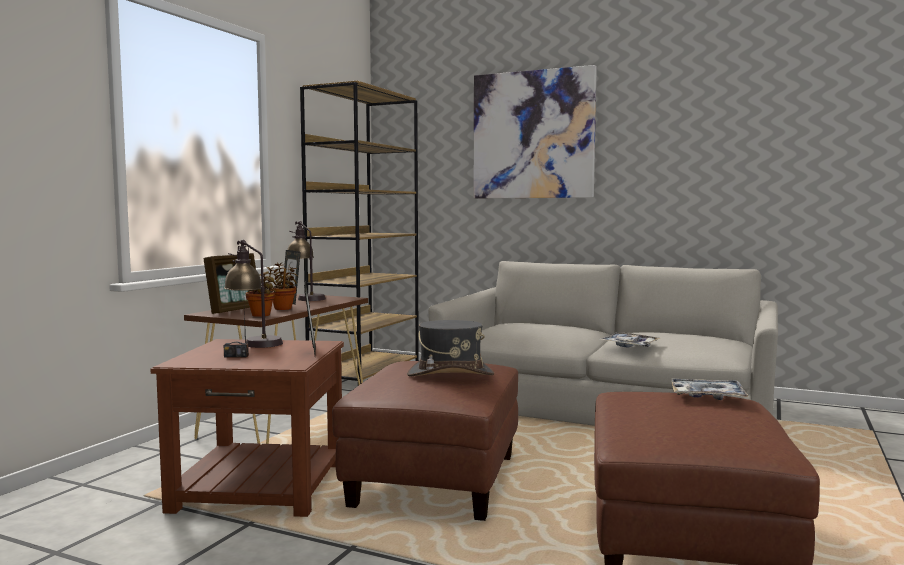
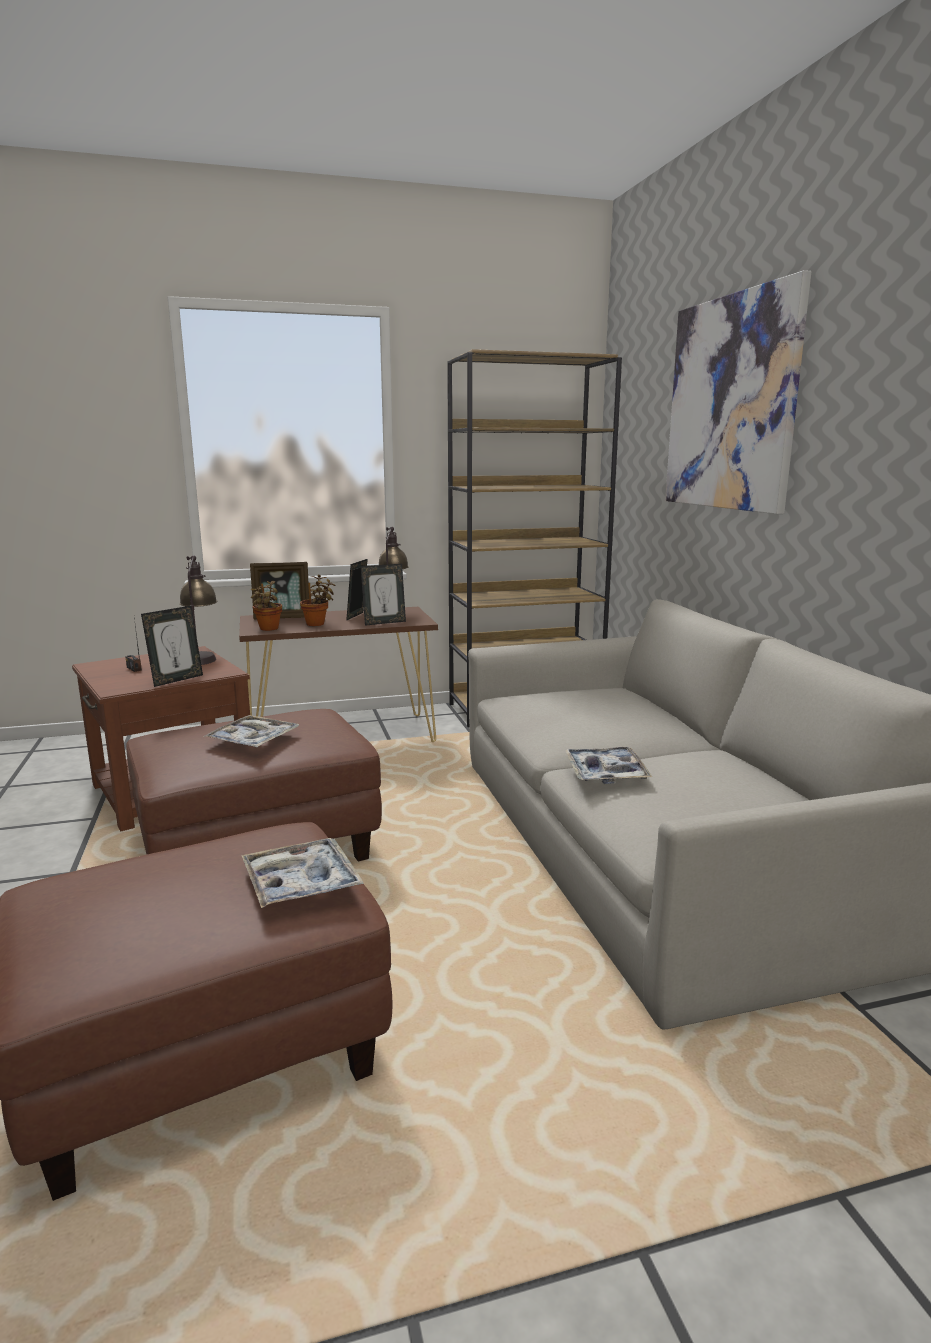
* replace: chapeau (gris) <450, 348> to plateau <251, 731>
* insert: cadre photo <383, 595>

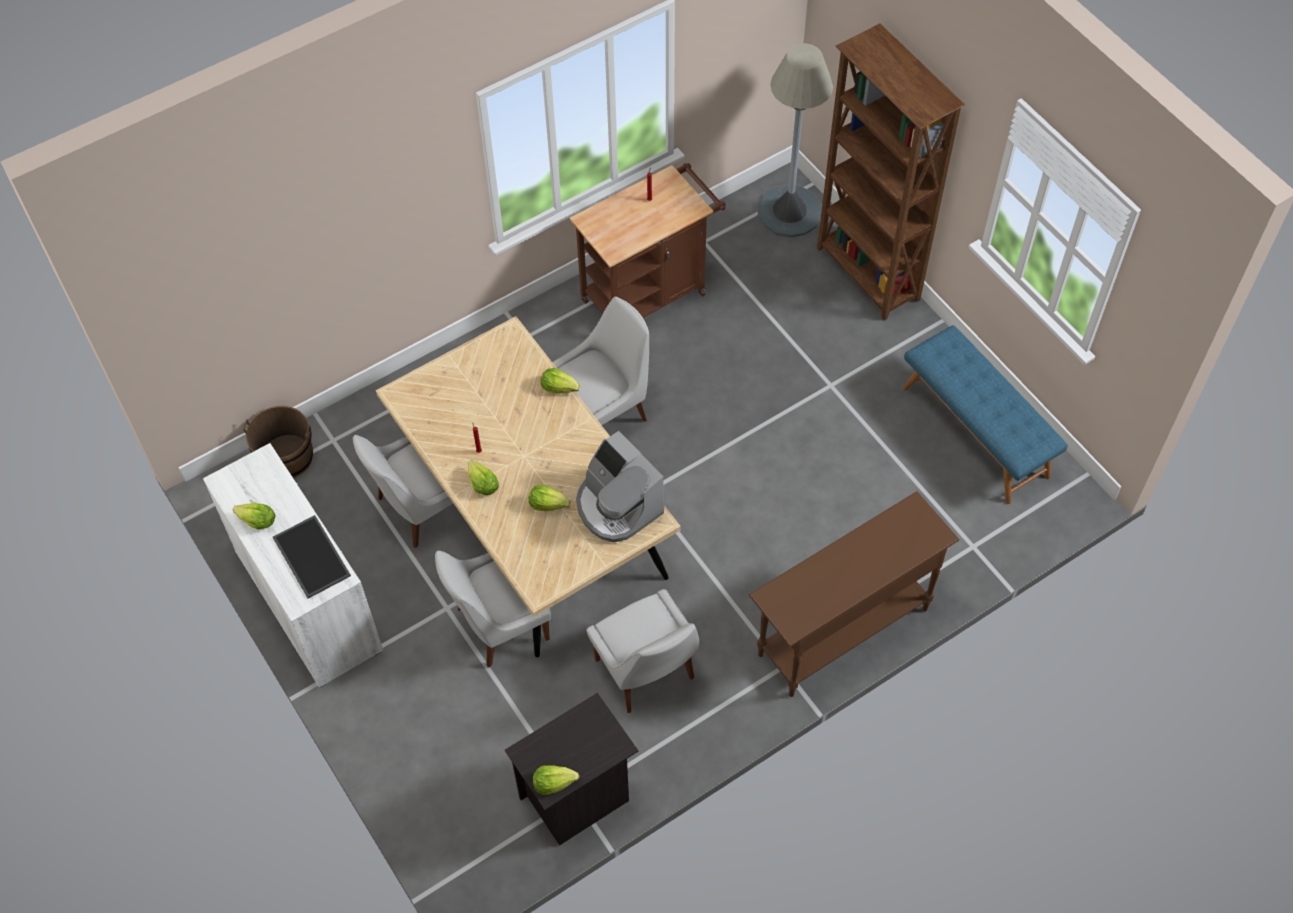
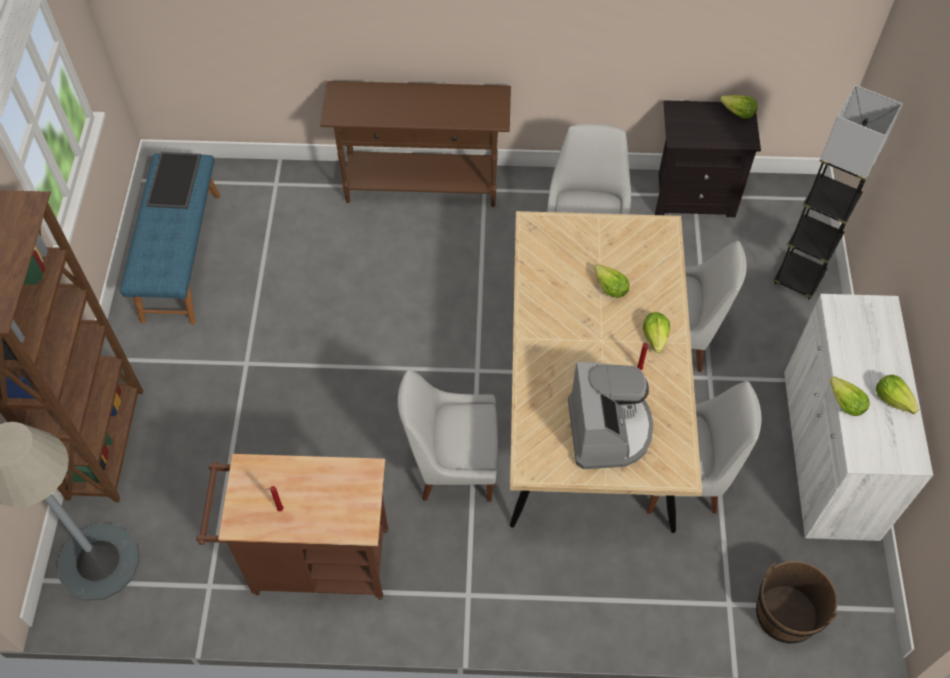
* move: laitue <560, 381> to <850, 396>
* move: machine à café <620, 487> to <610, 415>
* move: plateau <312, 557> to <173, 180>
* insert: lampadaire (gris) <838, 192>

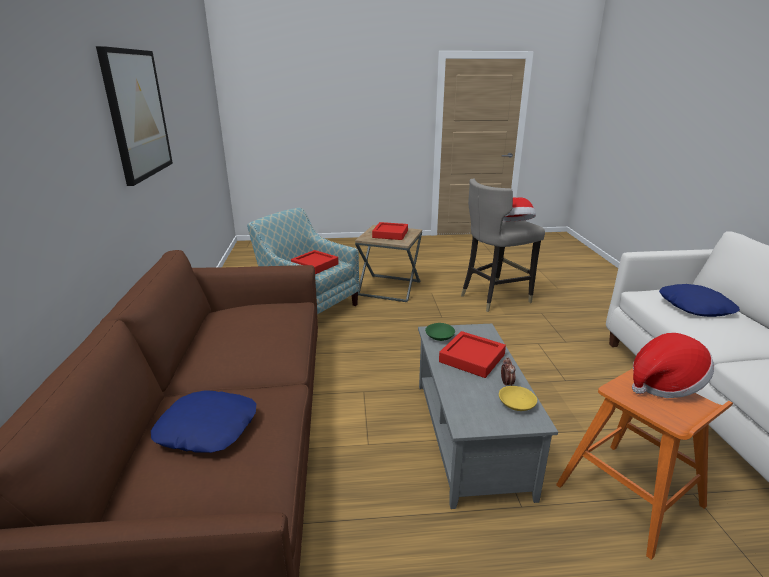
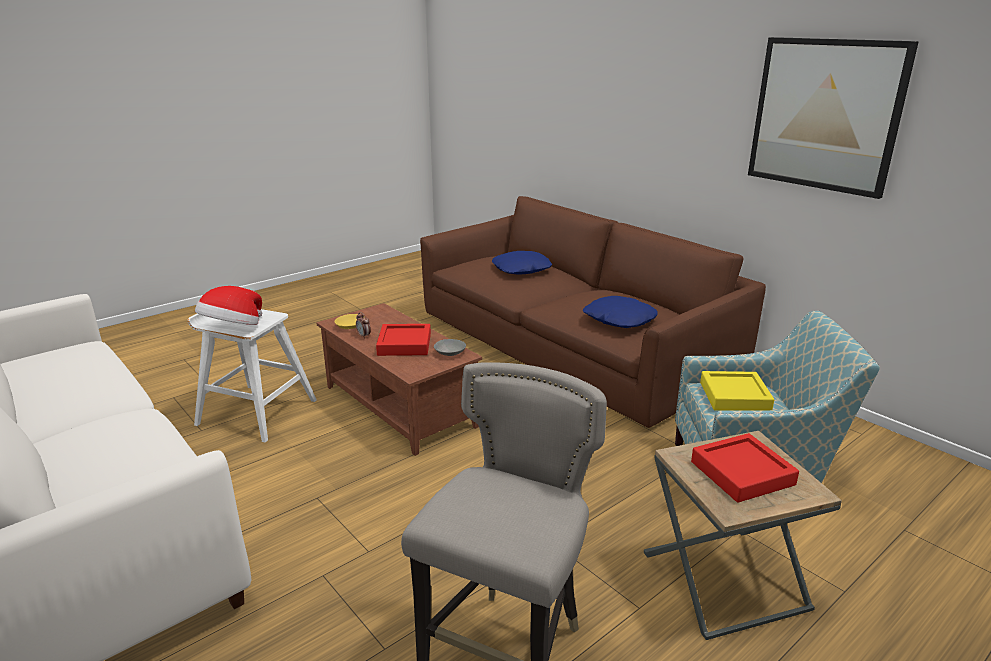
* delete: chapeau <519, 209>
* recolor: plateau (rouge) <314, 262> to plateau (jaune) <737, 391>
* move: coussin (bleu) <699, 300> to <620, 312>
* recolor: bol (vert) <440, 332> to bol (gris) <450, 347>
* recolor: table basse (gris) <488, 416> to table basse (marron) <399, 379>
* recolor: tabouret (orange) <644, 464> to tabouret (blanc) <252, 376>

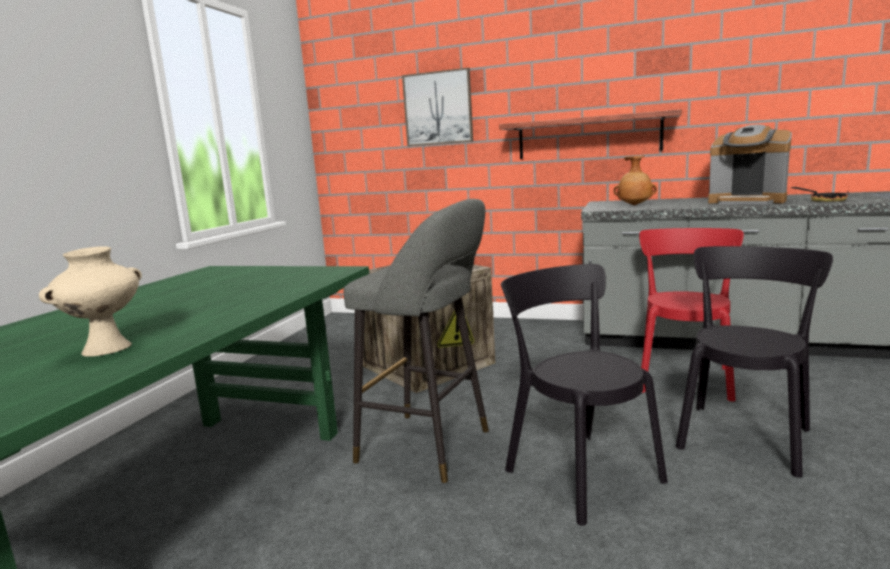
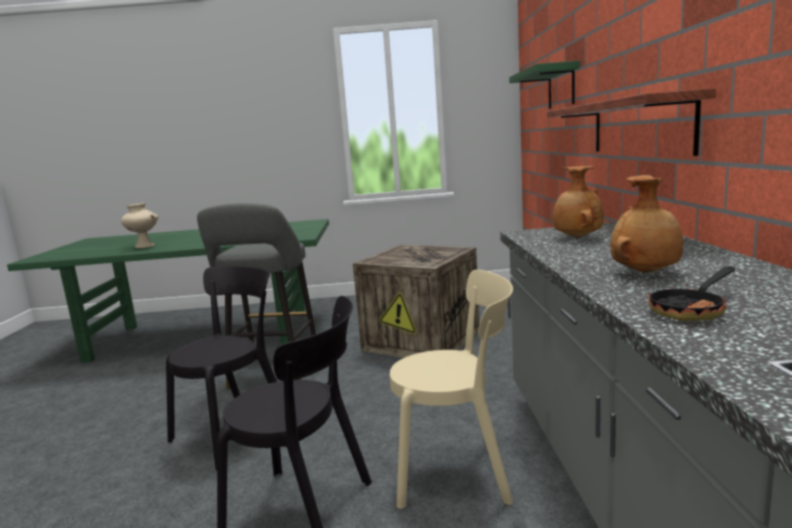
* replace: tableau <437, 107> to étagère (vert) <544, 85>
* replace: machine à café <750, 164> to vase (marron) <646, 224>
* recolor: chaise (rouge) <691, 315> to chaise (beige) <451, 389>

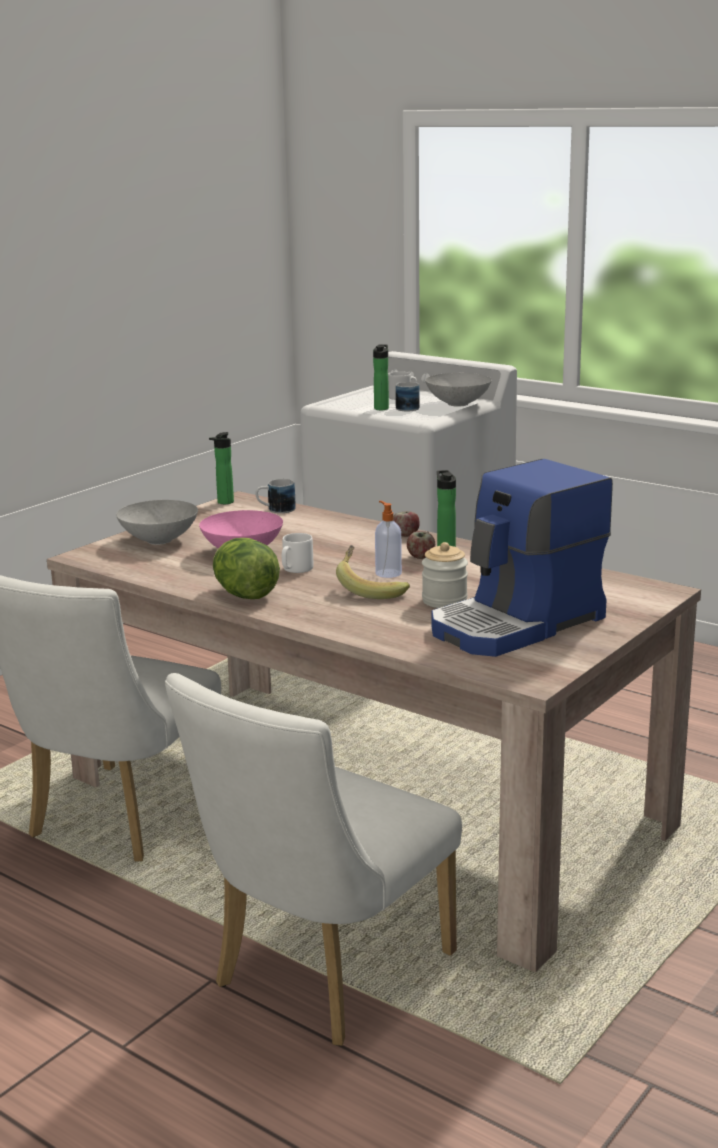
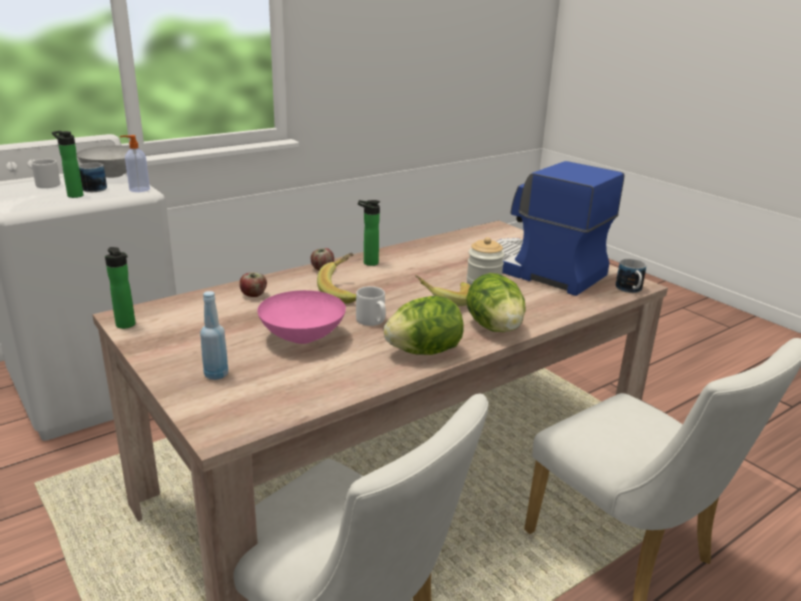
* rotate: machine à café <522, 558> = <560, 228> 150 degrees clockwise
* move: mug <275, 496> to <630, 276>
* replace: bol (gris) <157, 522> to bouteille (bleu) <214, 335>
* move: distributeur de savon <388, 539> to <135, 163>
* move: pomme <421, 545> to <253, 284>
* insert: banane <336, 278>
* insert: laitue <496, 302>

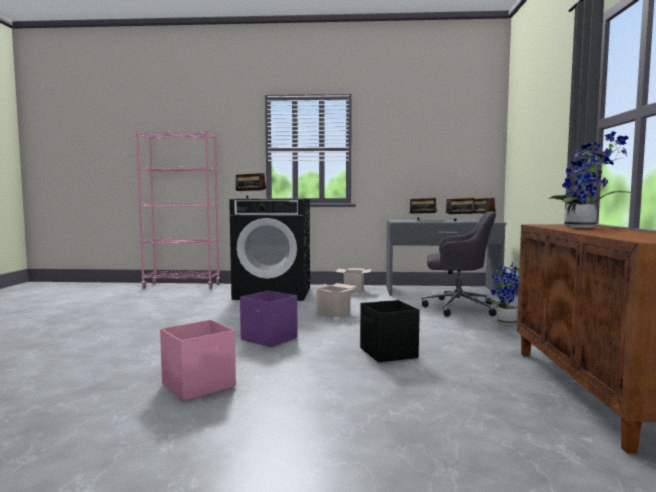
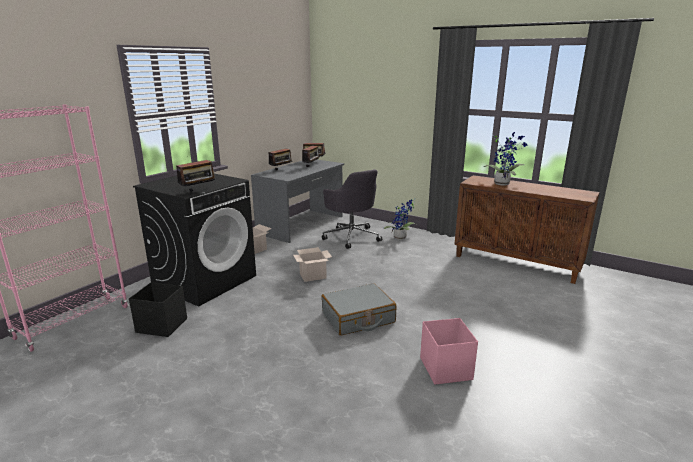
* rotate: chaise de bureau (gris) <459, 264> = <352, 209> 105 degrees clockwise
* replace: boîte de rangement (violet) <269, 319> to valise (gris) <359, 309>
* move: boîte de rangement (noir) <390, 331> to <158, 309>

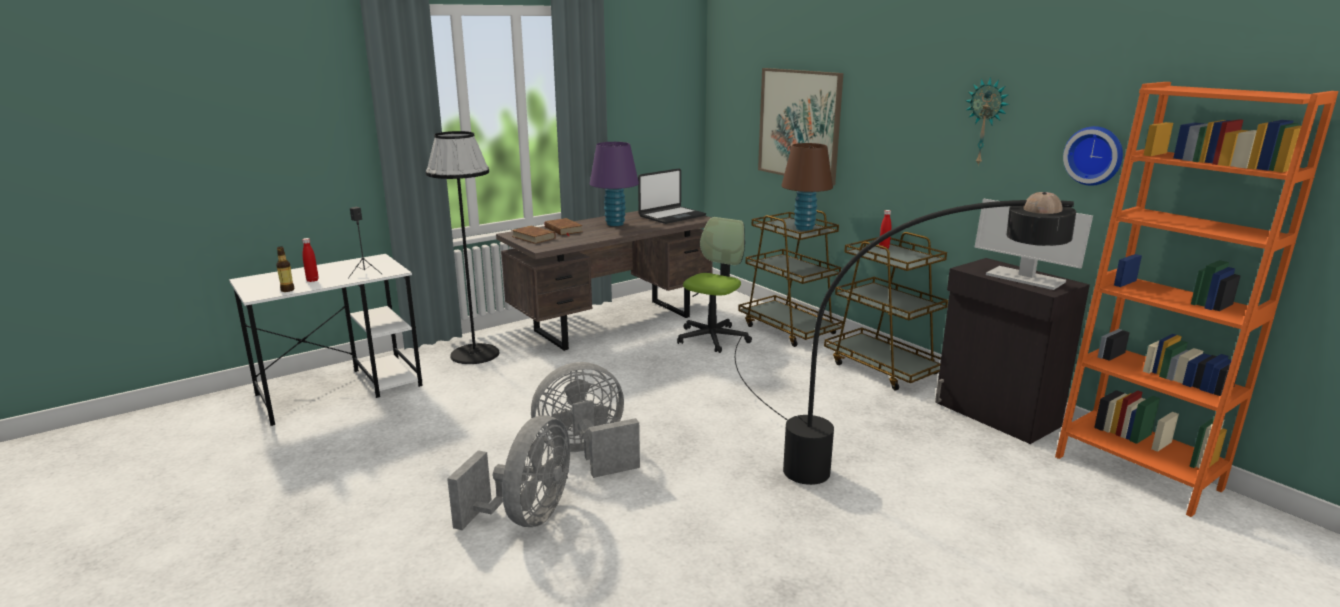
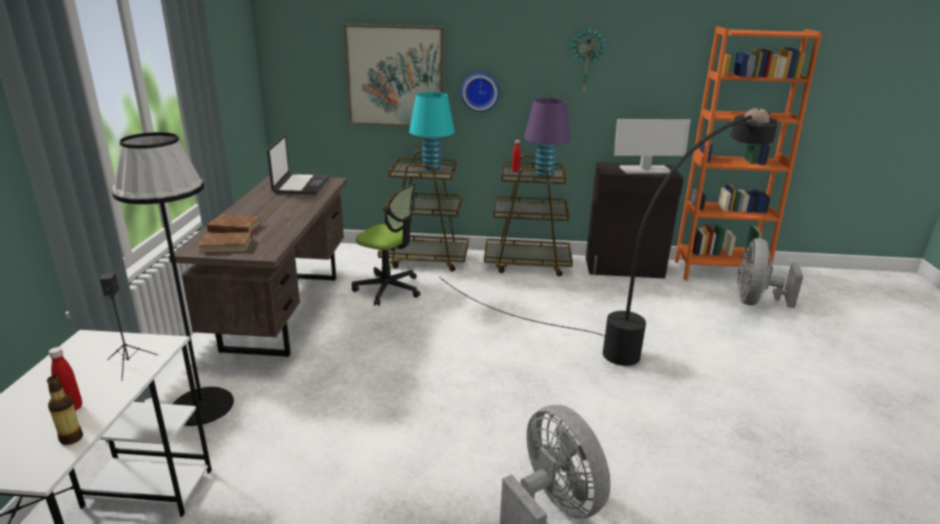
* move: horloge murale <1093, 156> to <480, 92>
* move: lampe de table (violet) <614, 184> to <547, 138>
* recolor: lampe de table (marron) <807, 187> to lampe de table (turquoise) <432, 131>
* rotate: chaise de bureau <714, 285> = <386, 244> 135 degrees clockwise
* move: ventilateur (gris) <585, 420> to <770, 273>

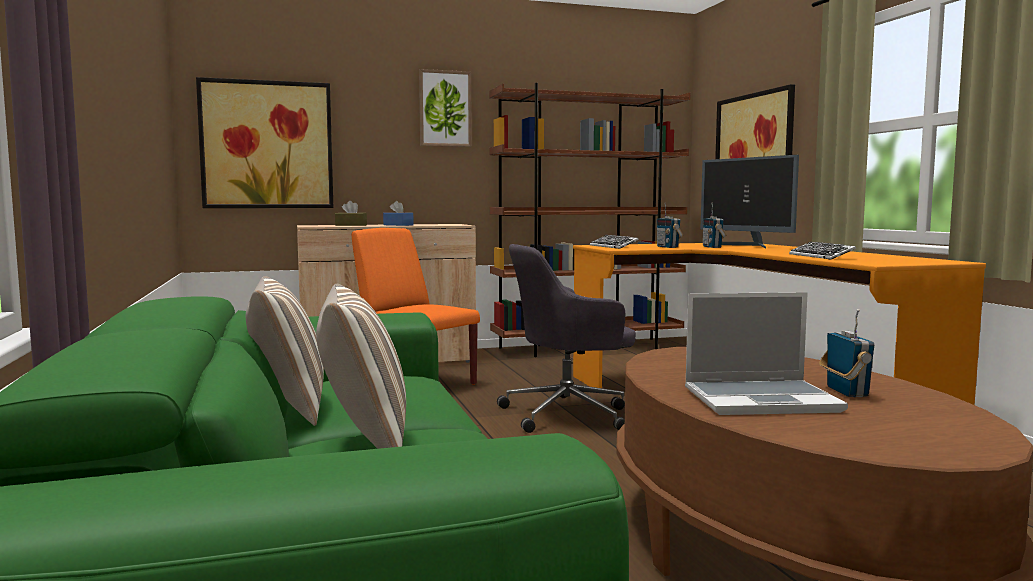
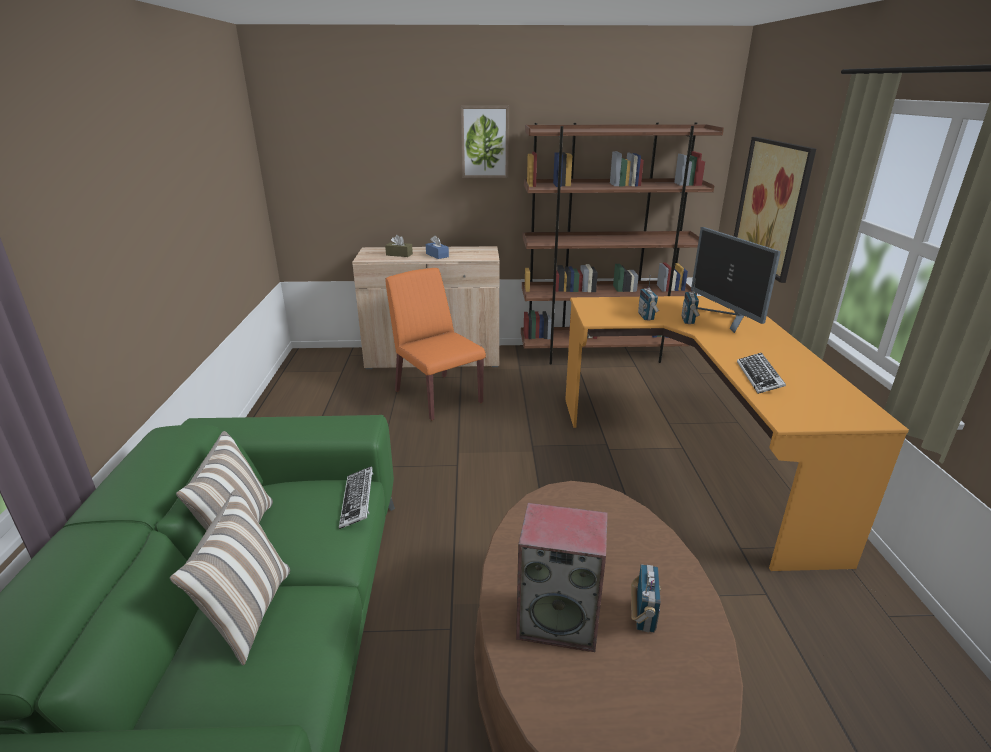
* delete: tableau <264, 142>
* move: clavier <614, 242> to <356, 497>
* delete: chaise de bureau (gris) <566, 338>
* replace: ordinateur portable <766, 353> to enceinte <562, 577>

